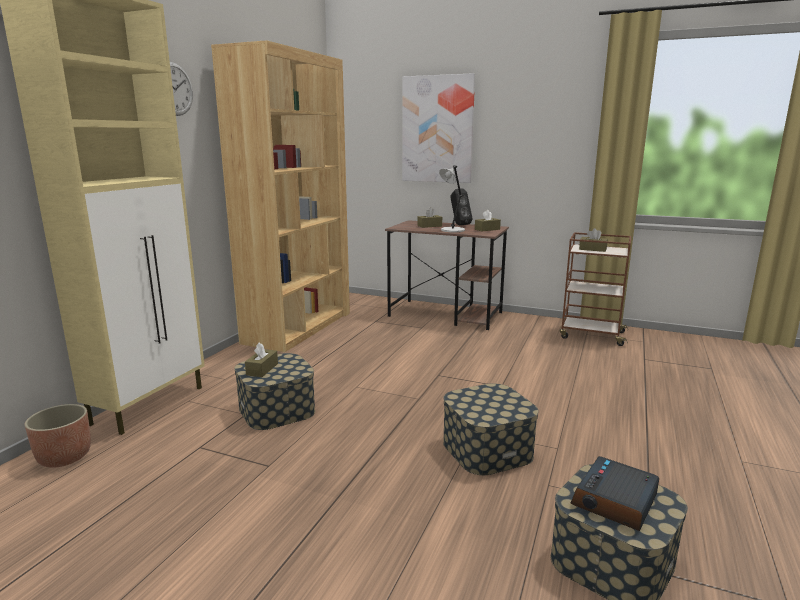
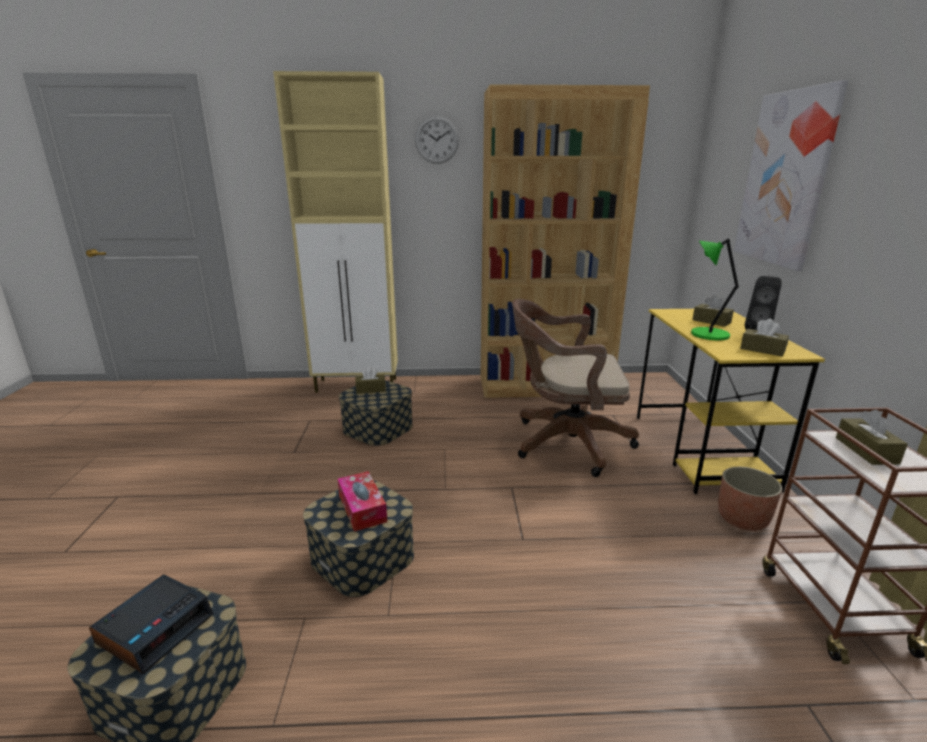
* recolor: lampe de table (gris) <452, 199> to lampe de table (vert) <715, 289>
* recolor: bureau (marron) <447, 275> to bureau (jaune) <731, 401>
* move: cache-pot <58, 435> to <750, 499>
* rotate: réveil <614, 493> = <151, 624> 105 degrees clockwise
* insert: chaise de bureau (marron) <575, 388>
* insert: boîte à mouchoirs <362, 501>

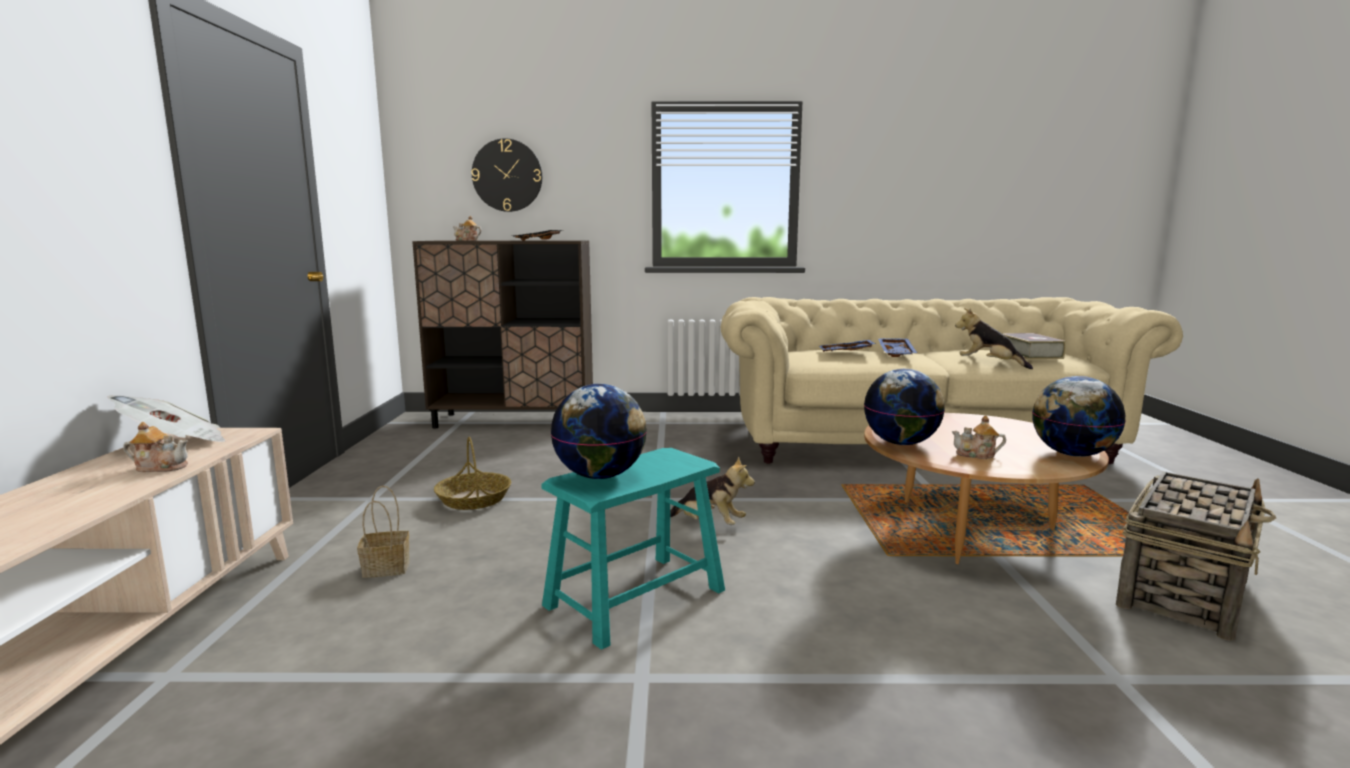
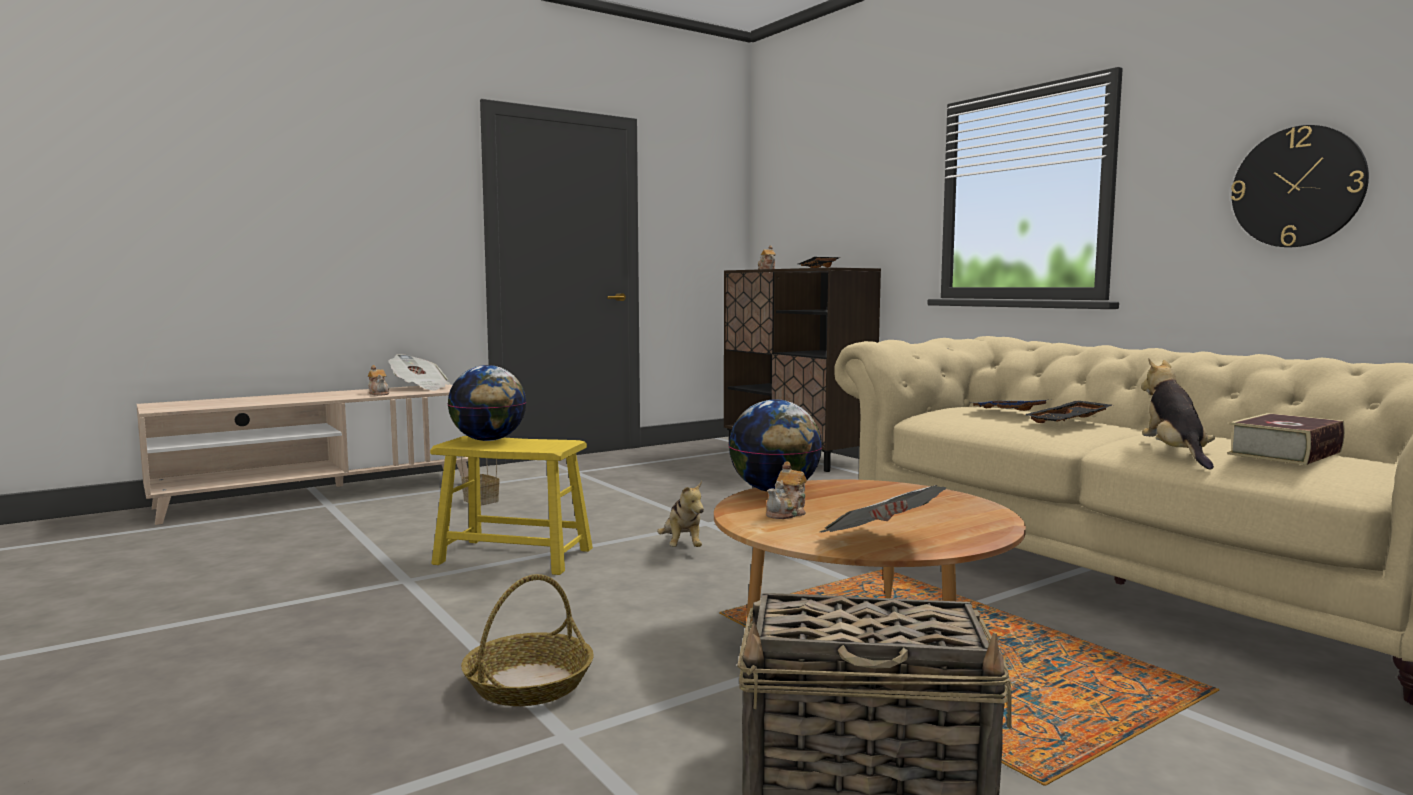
* move: horloge murale <506, 175> to <1300, 186>
* recolor: plateau (bleu) <897, 347> to plateau (noir) <1069, 411>
* replace: globe <1079, 416> to journal <883, 509>
* rotate: théière <979, 437> = <786, 490> 120 degrees counterclockwise
* move: panier <472, 473> to <527, 640>
* recolor: tabouret (turquoise) <633, 549> to tabouret (jaune) <511, 505>

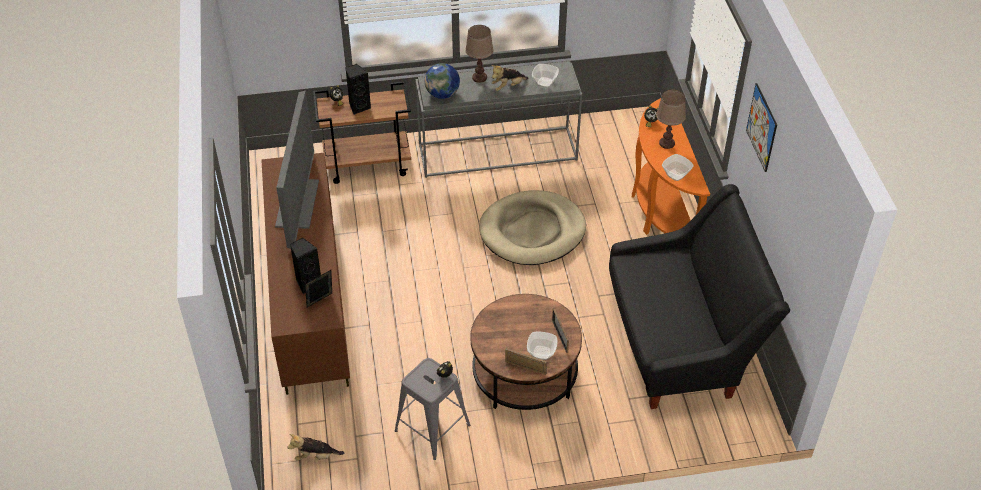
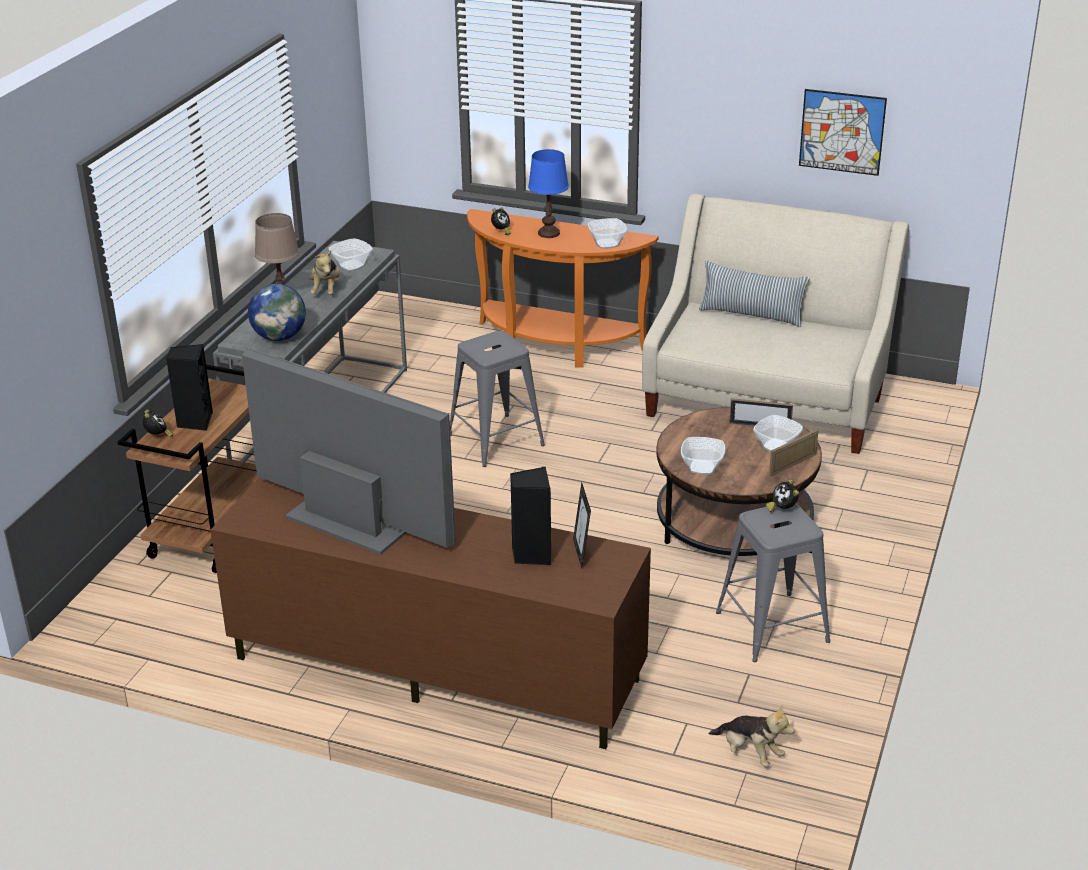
* move: tableau <761, 127> to <843, 132>
* recolor: lampe de table (marron) <671, 119> to lampe de table (bleu) <548, 193>
* recolor: canapé (noir) <699, 296> to canapé (beige) <775, 324>
* replace: panier pour chien (beige) <532, 227> to tabouret (gris) <497, 399>
* rotate: peluche <316, 447> = <751, 735> 75 degrees counterclockwise
* insert: coussin <754, 294>
* insert: bol <703, 456>

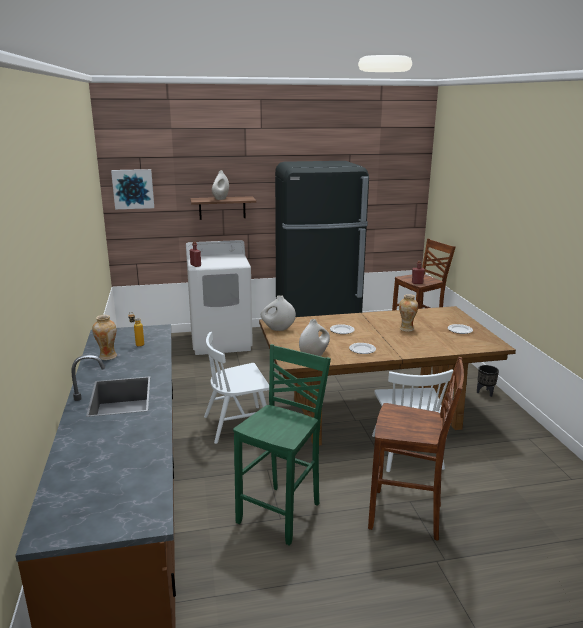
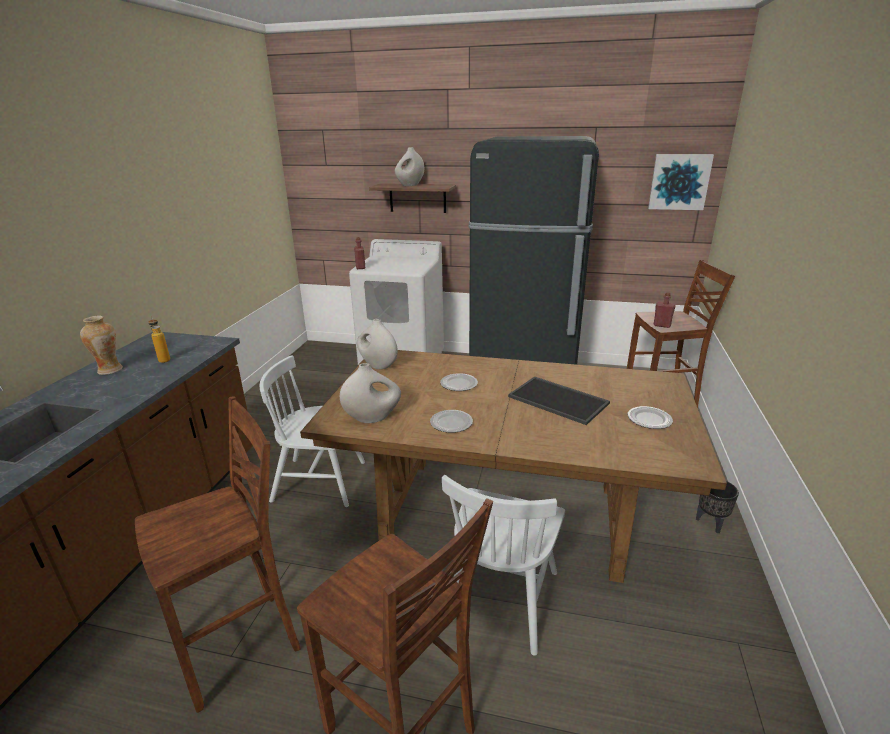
* move: tableau <132, 189> to <681, 182>
* replace: vase <408, 313> to plateau <559, 401>
* recolor: tabouret (vert) <282, 445> to tabouret (marron) <218, 554>

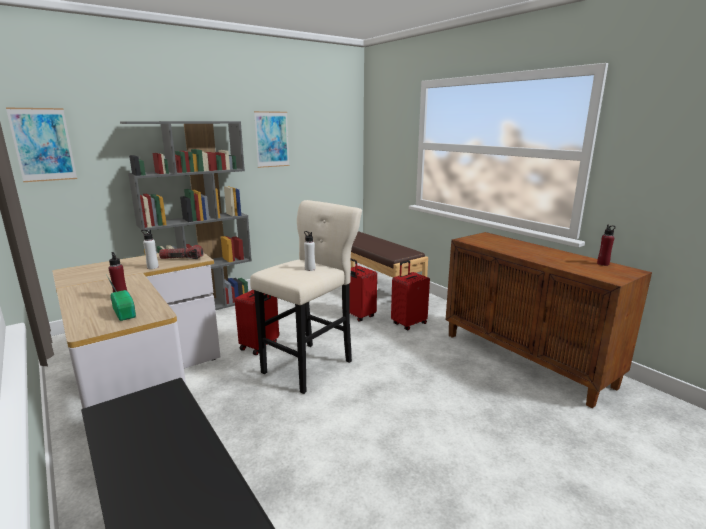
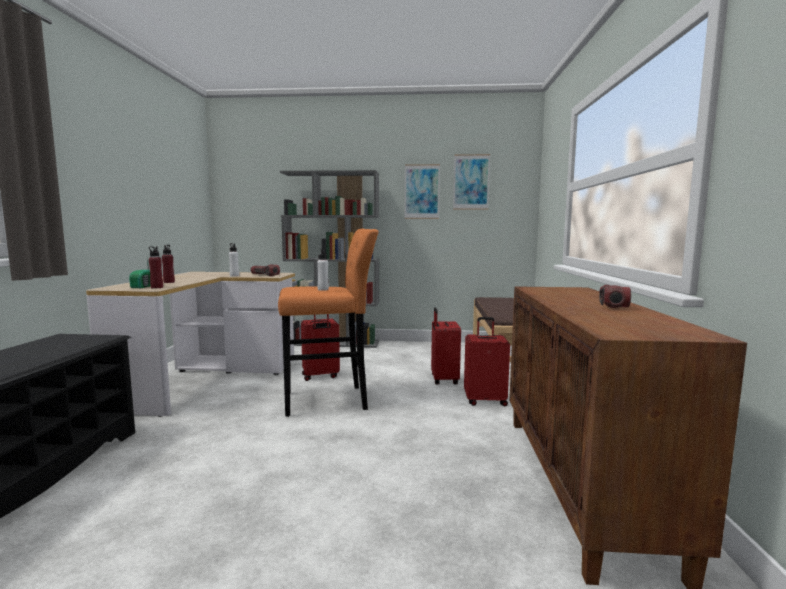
* move: tableau <41, 145> to <471, 182>
* recolor: tabouret (beige) <306, 297> to tabouret (orange) <328, 323>
* move: bouteille (rouge) <606, 245> to <156, 267>
* insert: lampe de poche <615, 296>

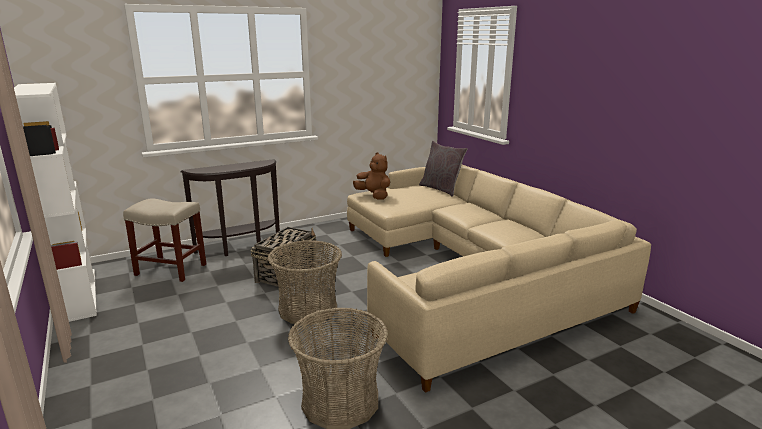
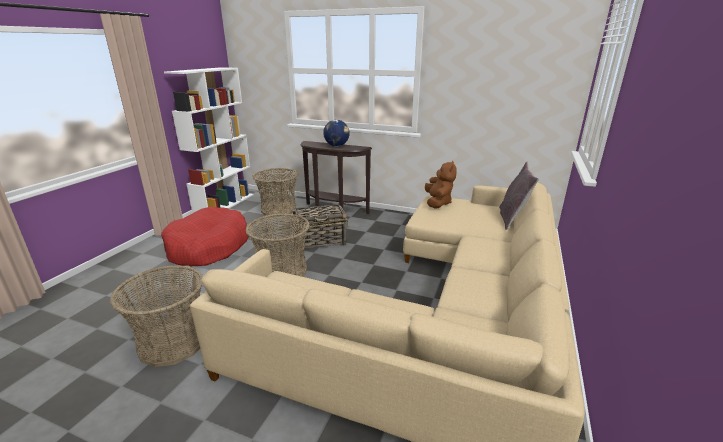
* replace: tabouret (beige) <164, 240> to panier <276, 192>
* insert: globe <336, 133>
* insert: panier pour chien (rouge) <205, 236>

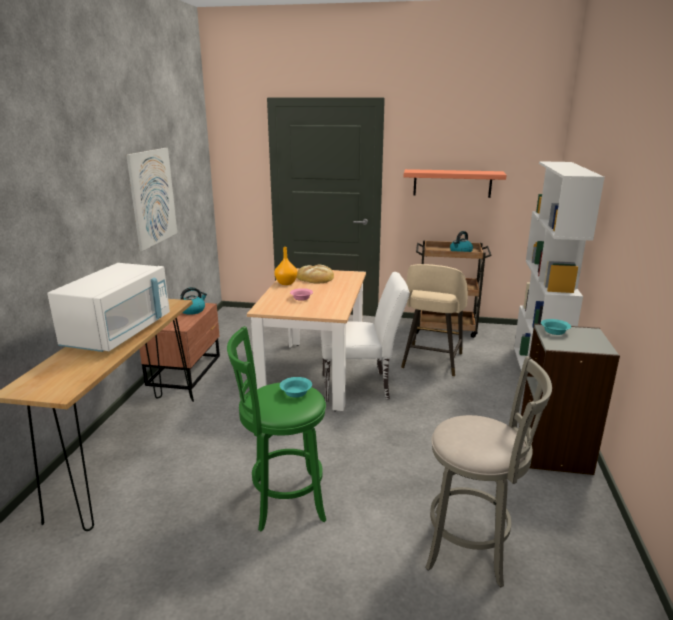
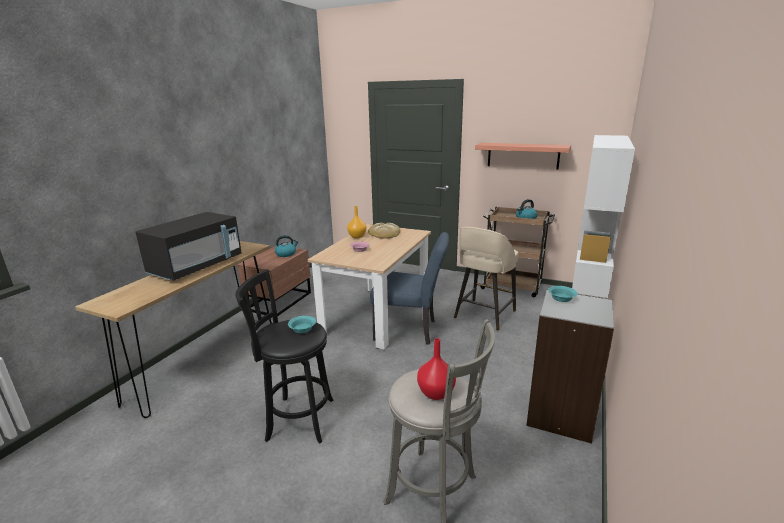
* delete: tableau <151, 199>
* recolor: micro-ondes (blanc) <108, 307> to micro-ondes (noir) <188, 246>
* recolor: chaise (blanc) <365, 337> to chaise (bleu) <409, 288>
* recolor: tabouret (vert) <276, 428> to tabouret (noir) <284, 356>
* insert: vase (rouge) <436, 369>

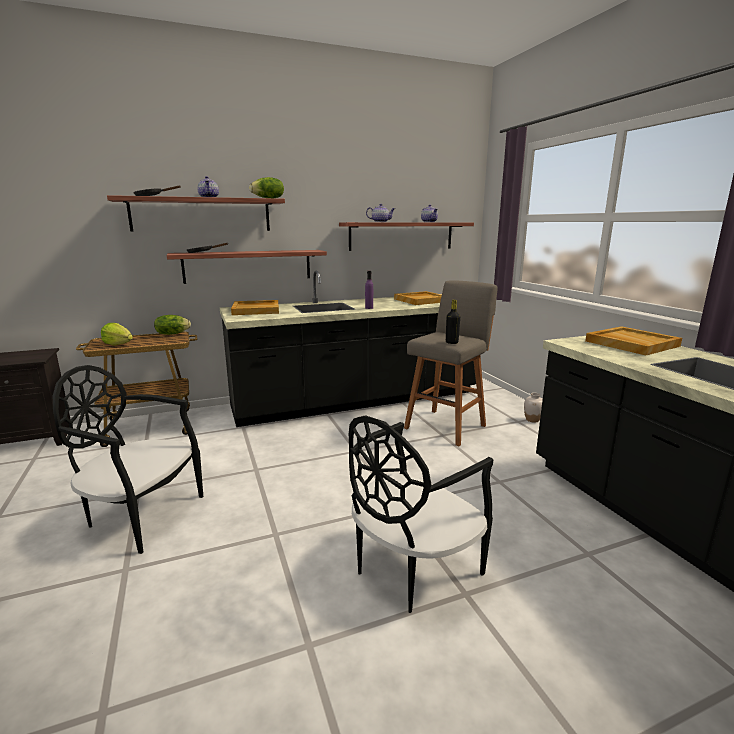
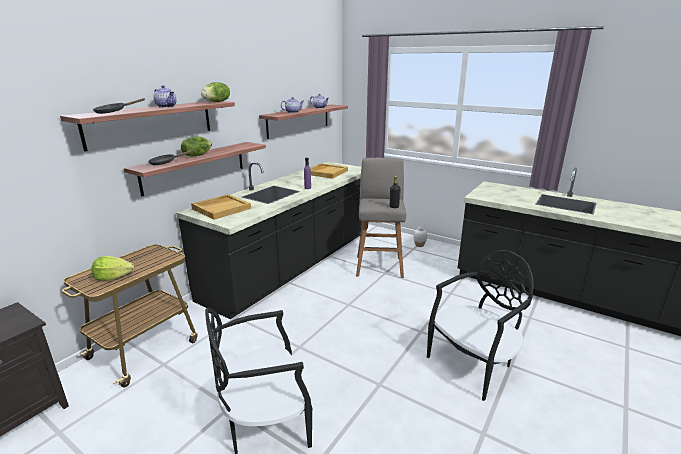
* move: laitue <172, 325> to <196, 146>
* delete: plateau (beige) <633, 340>
* rotate: chaise (noir) <421, 514> = <480, 325> 135 degrees counterclockwise

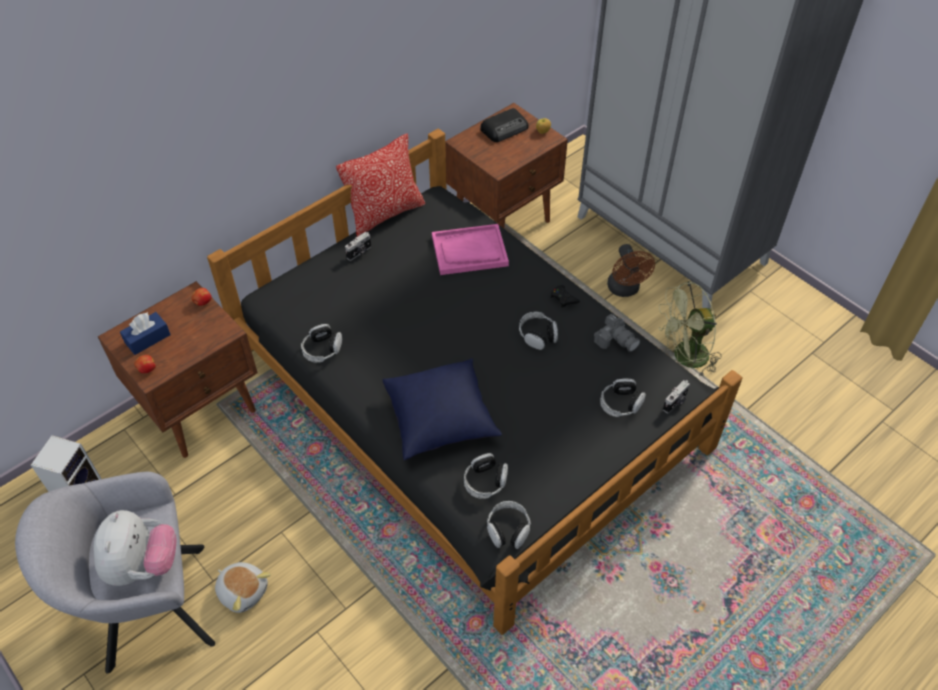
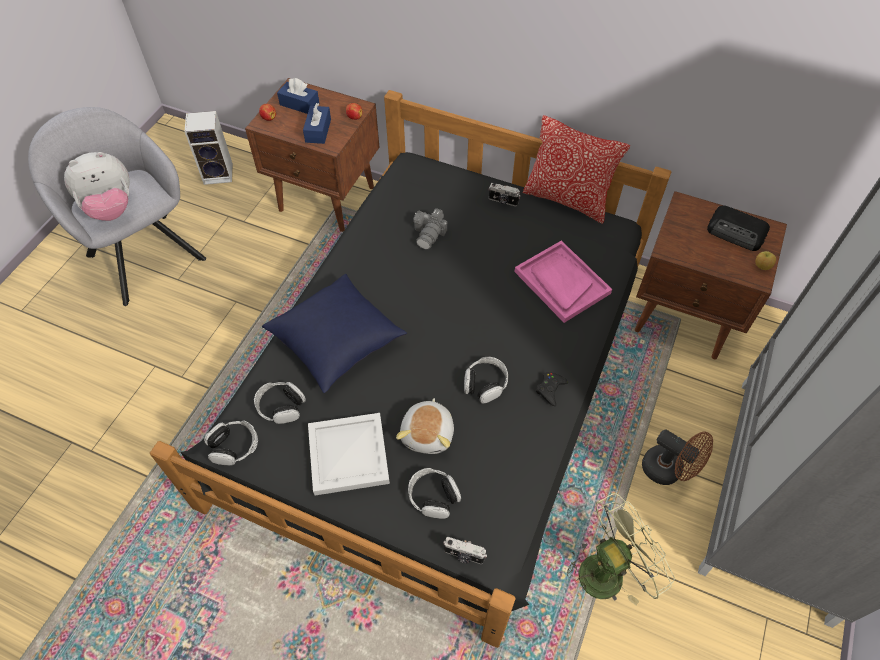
* rotate: ventilateur (marron) <631, 270> = <677, 457> 105 degrees counterclockwise
* rotate: ventilateur (vert) <690, 329> = <621, 549> 105 degrees clockwise
* move: appareil photo <617, 333> to <430, 229>
* delete: casque audio <321, 343>
* move: peluche <243, 587> to <425, 426>
* insert: boîte à mouchoirs (bleu) <317, 123>
* insert: plateau (blanc) <349, 454>

